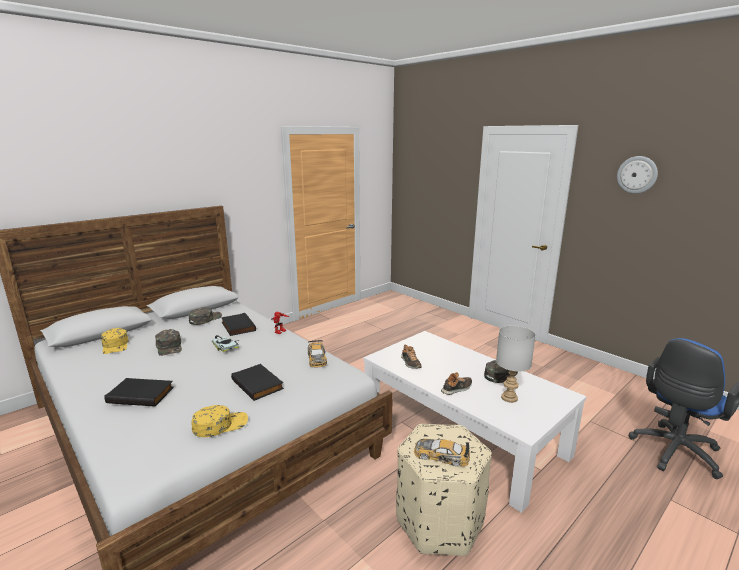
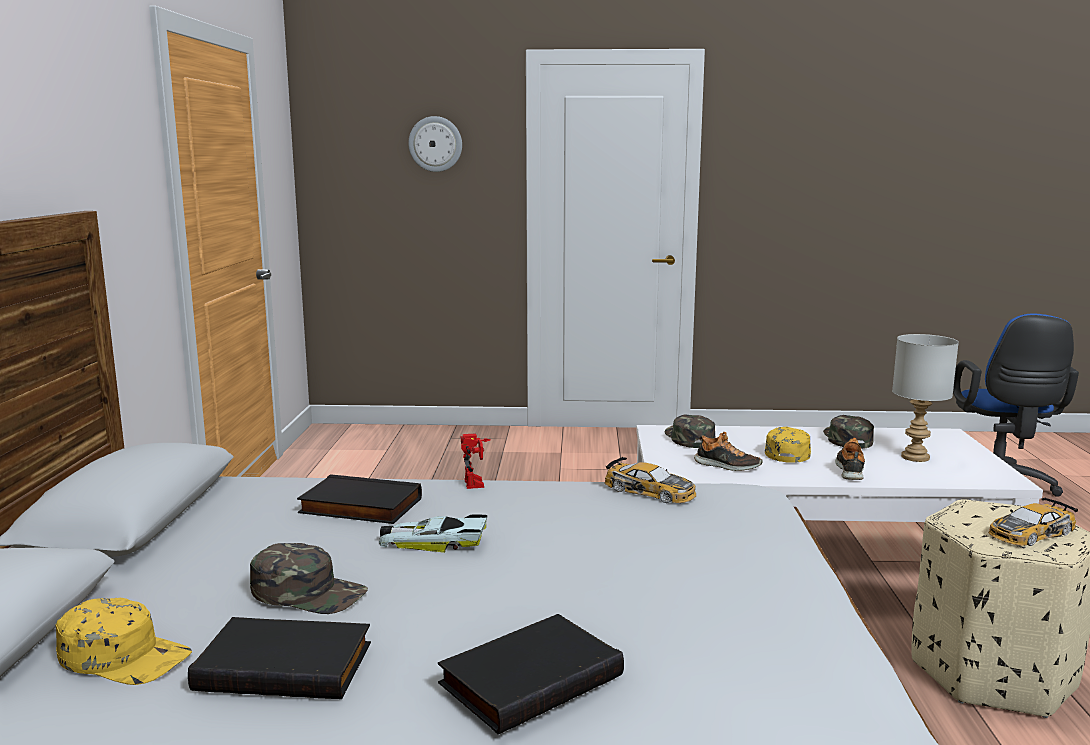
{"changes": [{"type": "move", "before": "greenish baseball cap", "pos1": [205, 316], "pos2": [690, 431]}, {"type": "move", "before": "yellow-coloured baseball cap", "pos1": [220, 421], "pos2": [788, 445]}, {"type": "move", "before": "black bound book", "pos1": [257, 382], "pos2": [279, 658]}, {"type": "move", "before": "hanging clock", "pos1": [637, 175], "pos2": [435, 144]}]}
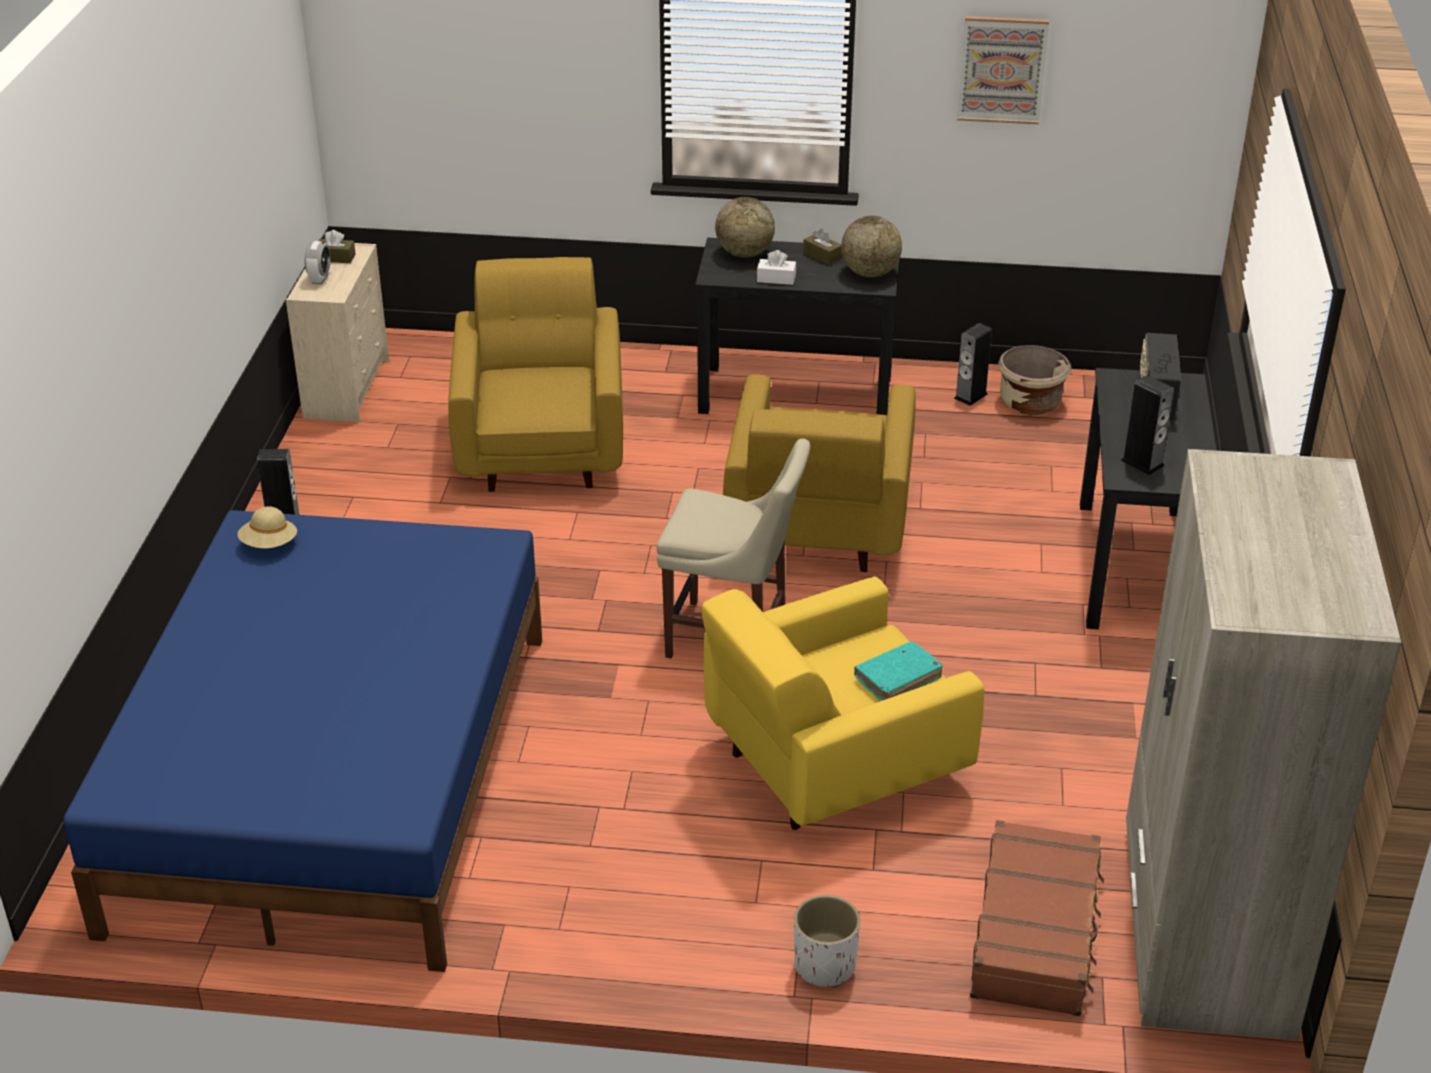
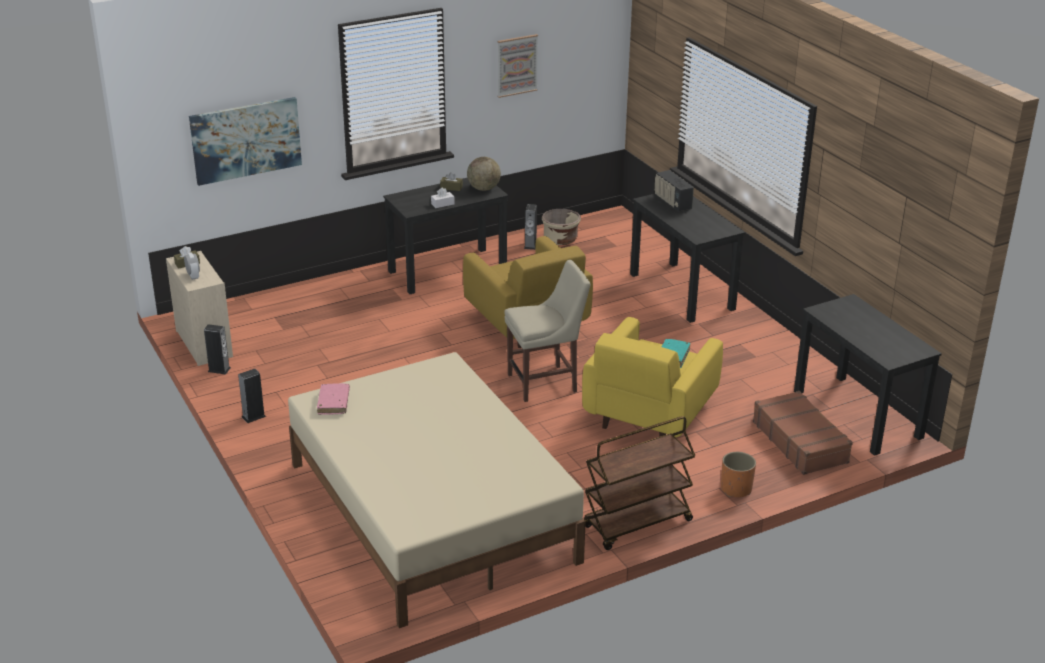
{"changes": [{"type": "delete", "before": "yellow-coloured lounge chair", "pos1": [535, 374]}, {"type": "delete", "before": "world globe", "pos1": [745, 227]}, {"type": "insert", "after": "wall picture", "pos2": [245, 141]}, {"type": "insert", "after": "brownish trolley", "pos2": [639, 483]}, {"type": "move", "before": "audio speaker", "pos1": [1147, 425], "pos2": [217, 349]}, {"type": "replace", "before": "beige clothing hat", "after": "pinkish bound book", "pos1": [267, 527], "pos2": [333, 399]}, {"type": "replace", "before": "beige wardrobe", "after": "black desk unit", "pos1": [1264, 744], "pos2": [868, 375]}, {"type": "recolor", "before": "bluish sleeping bed", "after": "beige sleeping bed", "pos1": [302, 741], "pos2": [437, 490]}, {"type": "recolor", "before": "white-coloured flower pot", "after": "orange-coloured flower pot", "pos1": [827, 941], "pos2": [738, 474]}]}
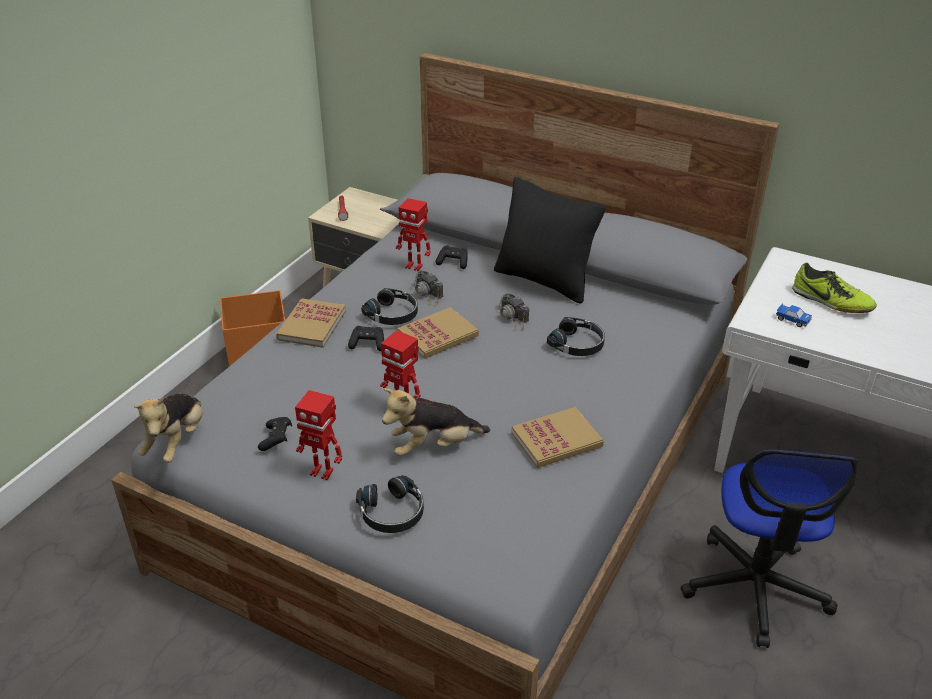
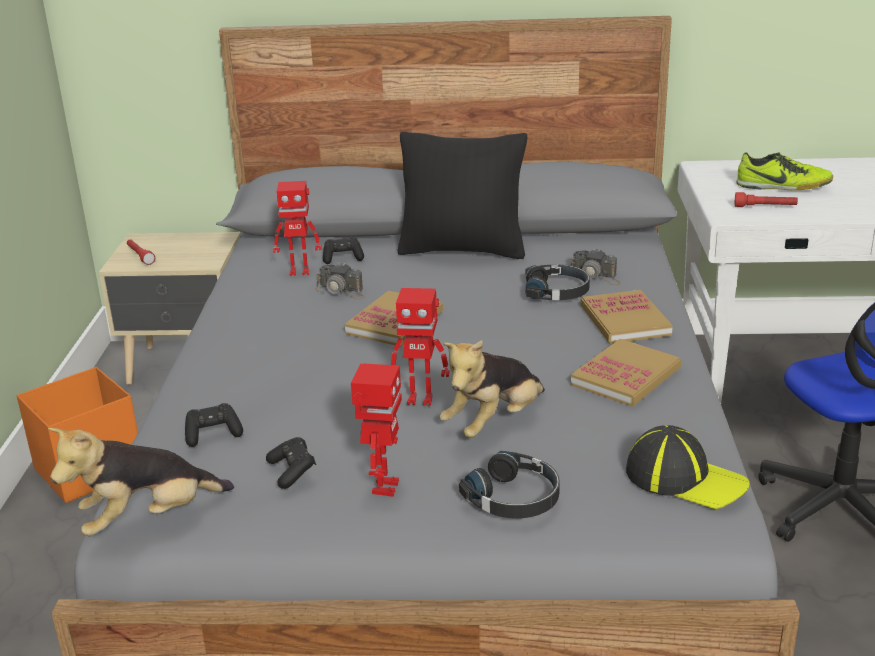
{"changes": [{"type": "delete", "before": "black pair of headphones", "pos1": [389, 306]}, {"type": "insert", "after": "baseball cap", "pos2": [688, 467]}, {"type": "move", "before": "bound book", "pos1": [311, 323], "pos2": [627, 317]}, {"type": "move", "before": "black gamepad", "pos1": [366, 338], "pos2": [214, 425]}, {"type": "move", "before": "photo camera", "pos1": [512, 312], "pos2": [596, 267]}, {"type": "replace", "before": "model car", "after": "red-coloured flashlight", "pos1": [794, 315], "pos2": [766, 199]}, {"type": "rotate", "before": "soft toy", "pos1": [168, 428], "pos2": [141, 481], "turn": 75}, {"type": "rotate", "before": "toy robot", "pos1": [318, 435], "pos2": [376, 430], "turn": -75}]}
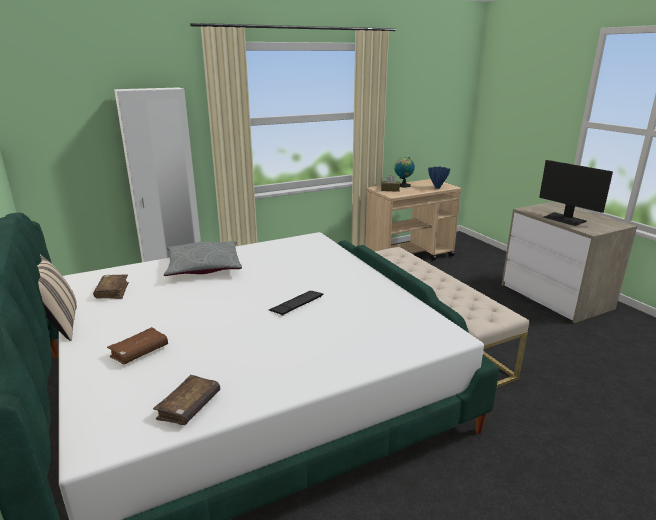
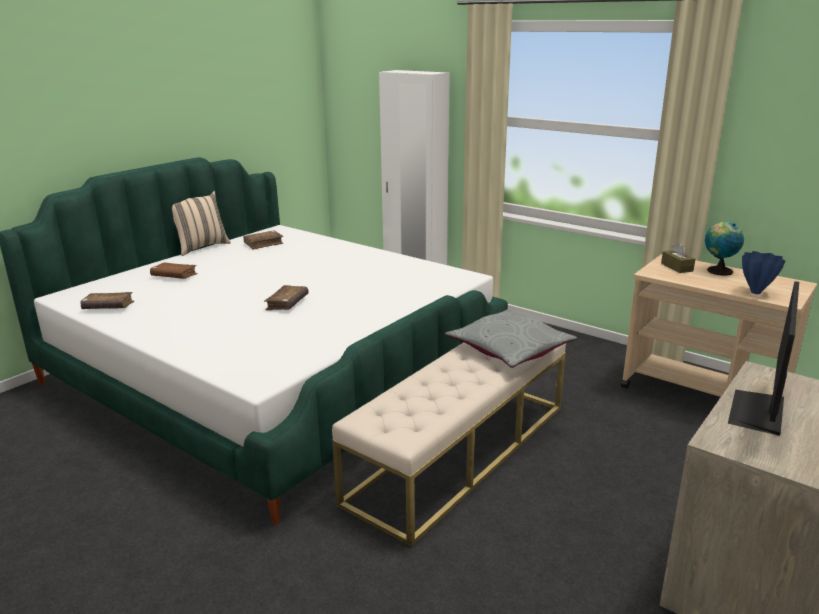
{"changes": [{"type": "move", "before": "grey throw pillow", "pos1": [203, 258], "pos2": [511, 338]}, {"type": "replace", "before": "keyboard", "after": "brownish bound book", "pos1": [296, 303], "pos2": [286, 297]}]}
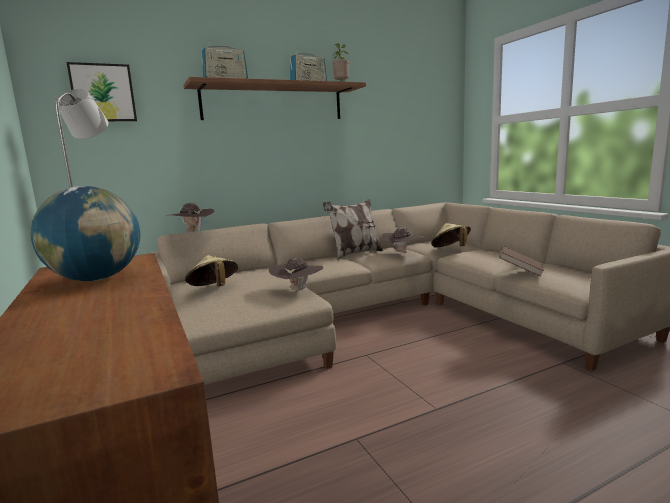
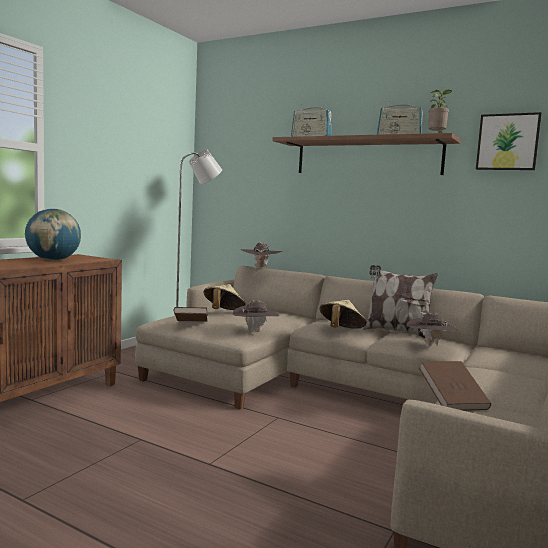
{"changes": [{"type": "insert", "after": "brownish bound book", "pos2": [191, 314]}, {"type": "move", "before": "wall picture", "pos1": [102, 91], "pos2": [509, 141]}, {"type": "move", "before": "beige clothing hat", "pos1": [451, 235], "pos2": [343, 314]}]}
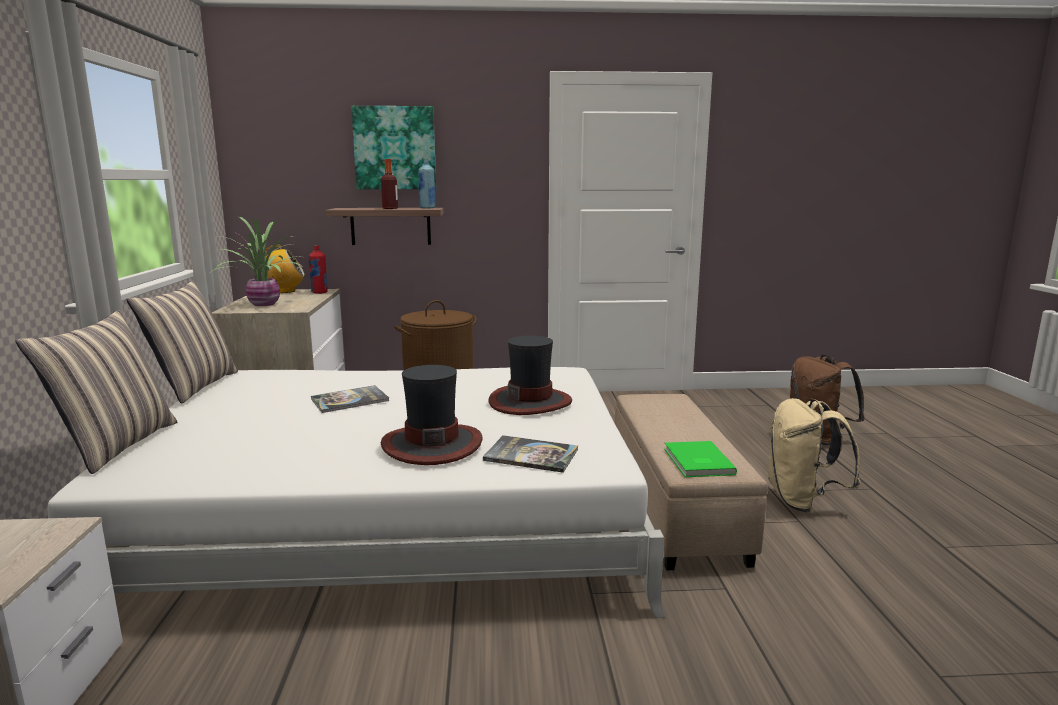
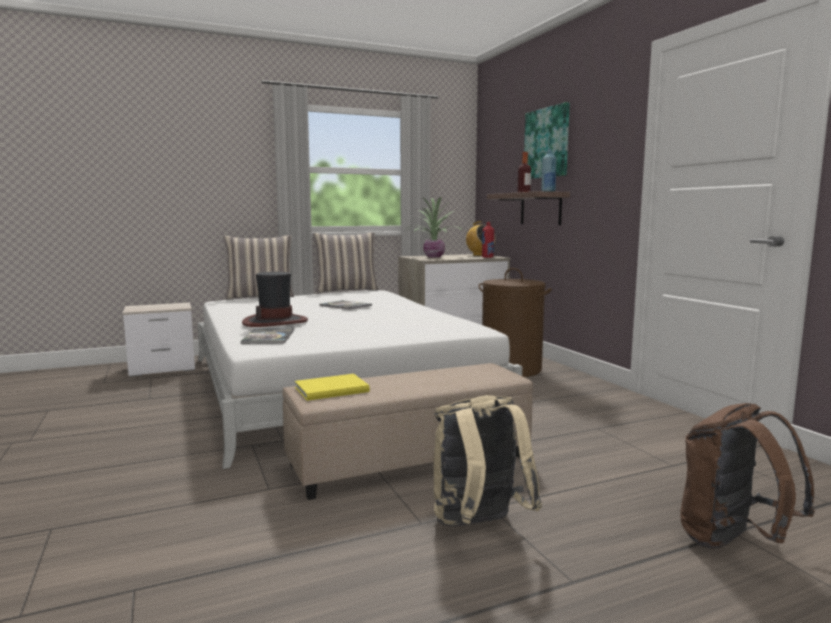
{"changes": [{"type": "delete", "before": "clothing hat", "pos1": [530, 375]}, {"type": "recolor", "before": "greenish bound book", "after": "yellow-coloured bound book", "pos1": [700, 459], "pos2": [332, 387]}]}
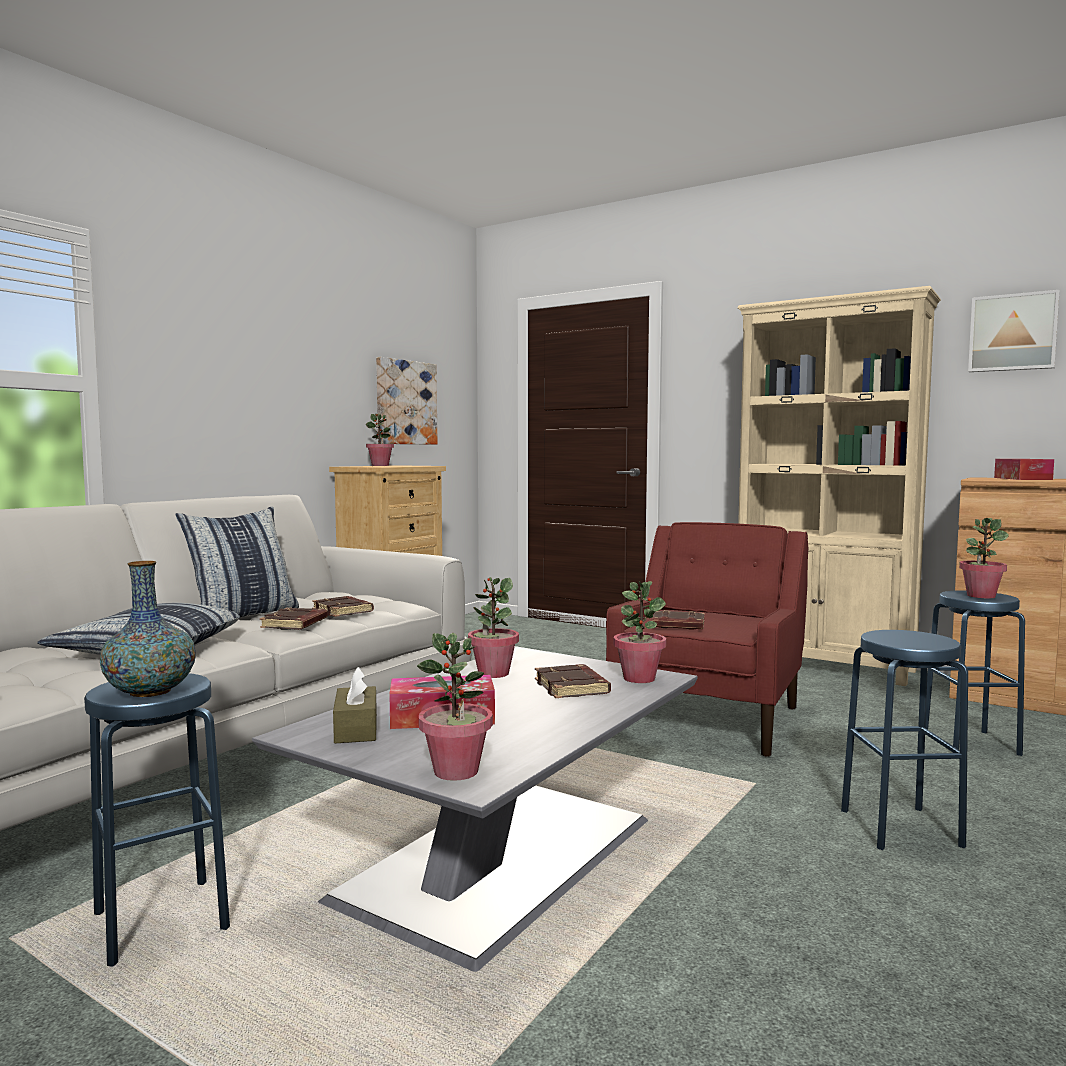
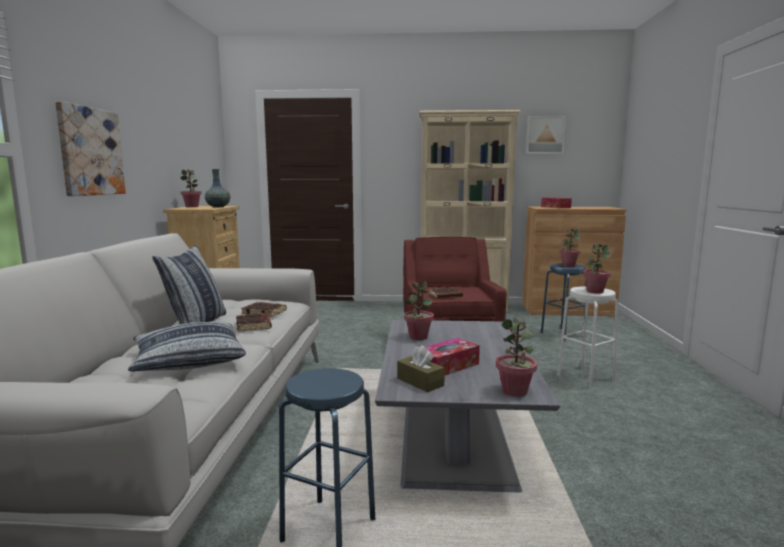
{"changes": [{"type": "delete", "before": "brownish bound book", "pos1": [573, 681]}, {"type": "move", "before": "decorative vase", "pos1": [148, 629], "pos2": [217, 188]}, {"type": "move", "before": "wall picture", "pos1": [406, 401], "pos2": [90, 148]}, {"type": "move", "before": "potted plant", "pos1": [640, 632], "pos2": [597, 269]}, {"type": "recolor", "before": "bluish stool seat", "after": "white-coloured stool seat", "pos1": [904, 740], "pos2": [588, 337]}]}
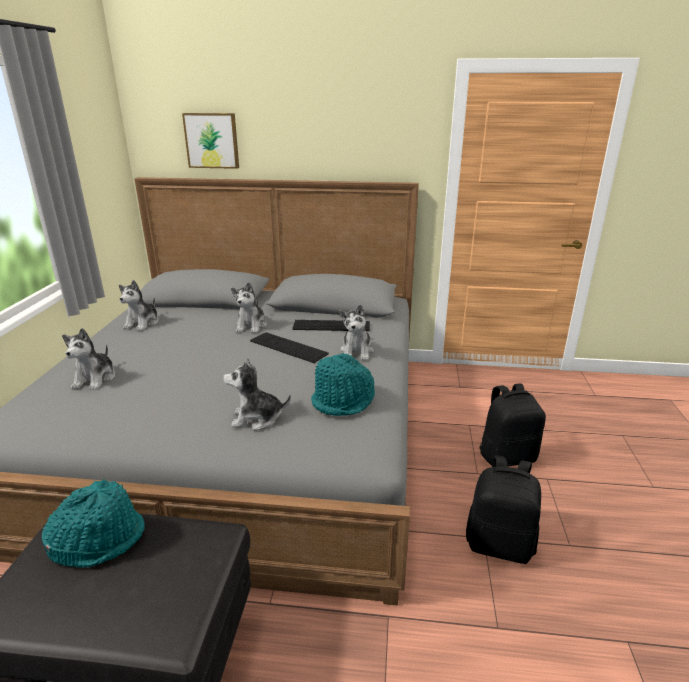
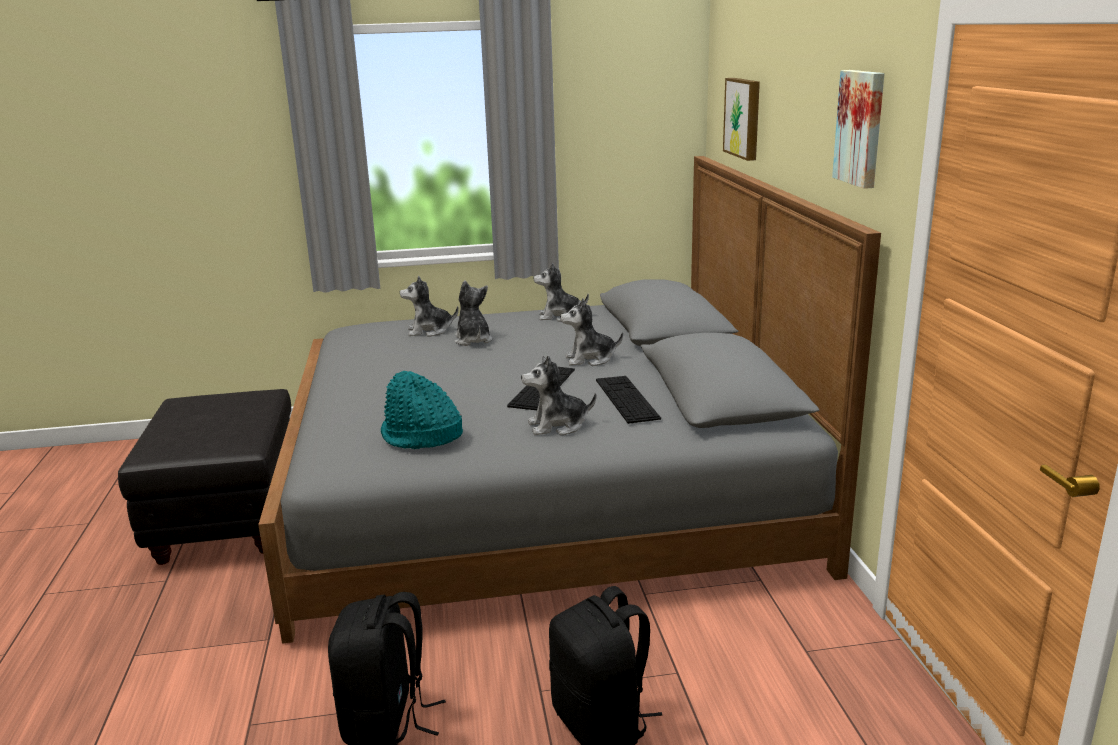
{"changes": [{"type": "delete", "before": "blue-green clothing hat", "pos1": [93, 524]}, {"type": "insert", "after": "wall picture", "pos2": [858, 129]}, {"type": "move", "before": "soft toy", "pos1": [257, 394], "pos2": [474, 313]}]}
